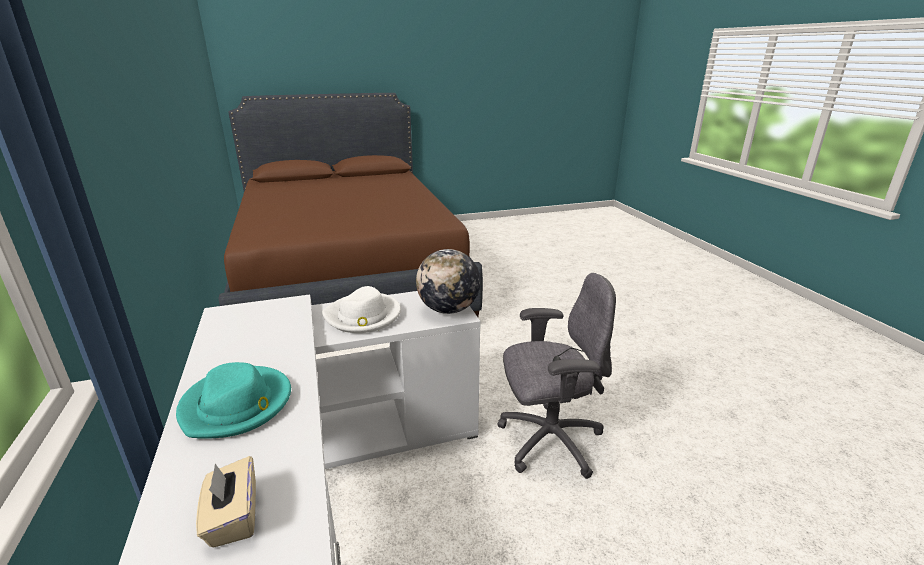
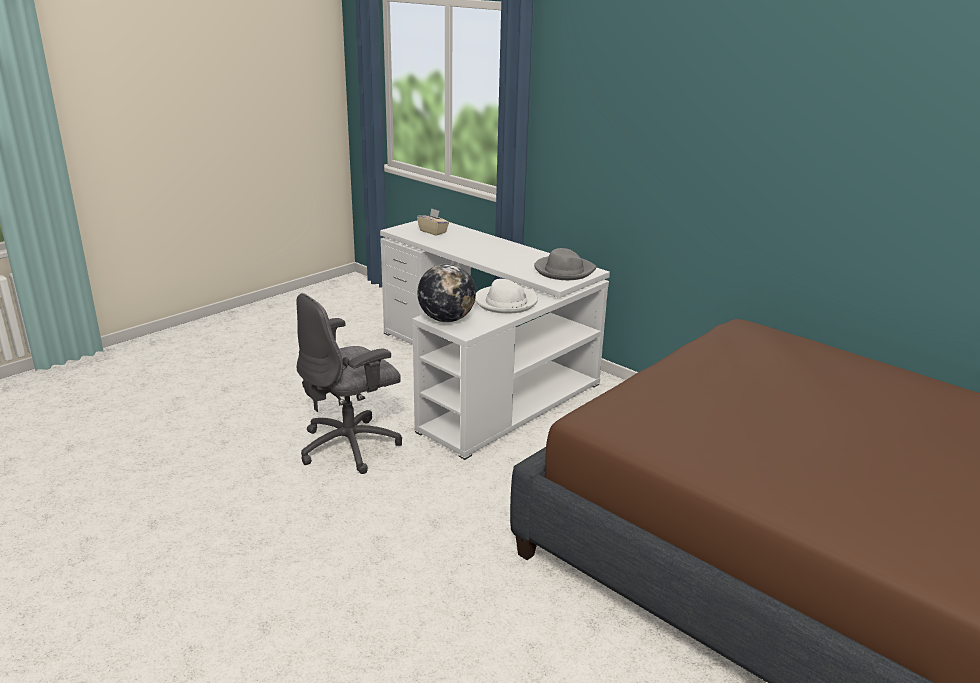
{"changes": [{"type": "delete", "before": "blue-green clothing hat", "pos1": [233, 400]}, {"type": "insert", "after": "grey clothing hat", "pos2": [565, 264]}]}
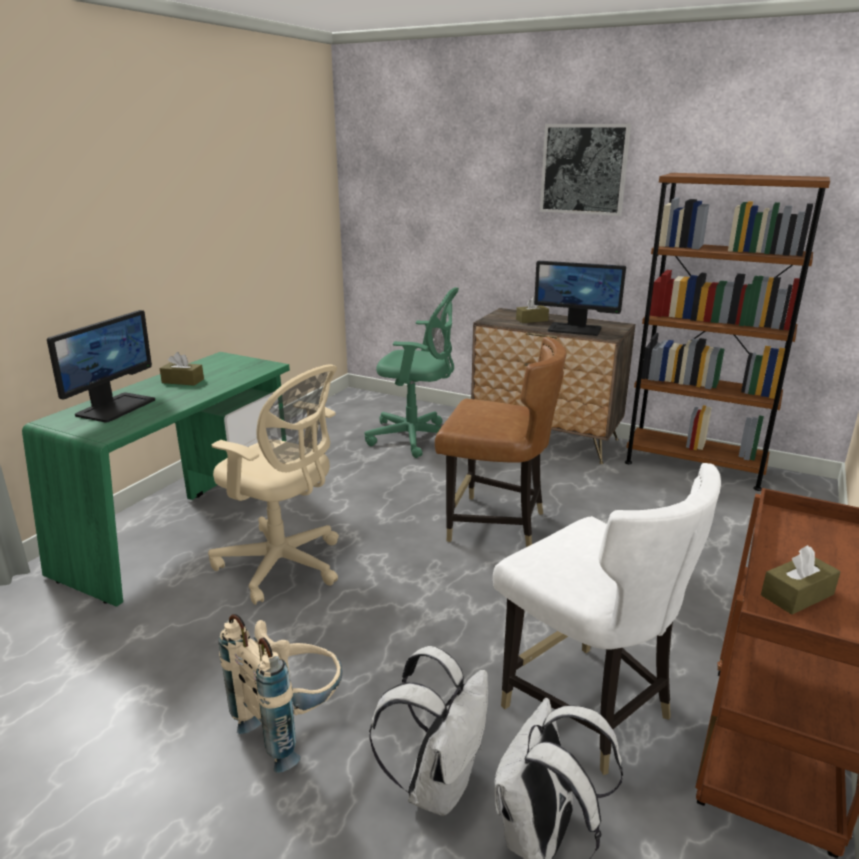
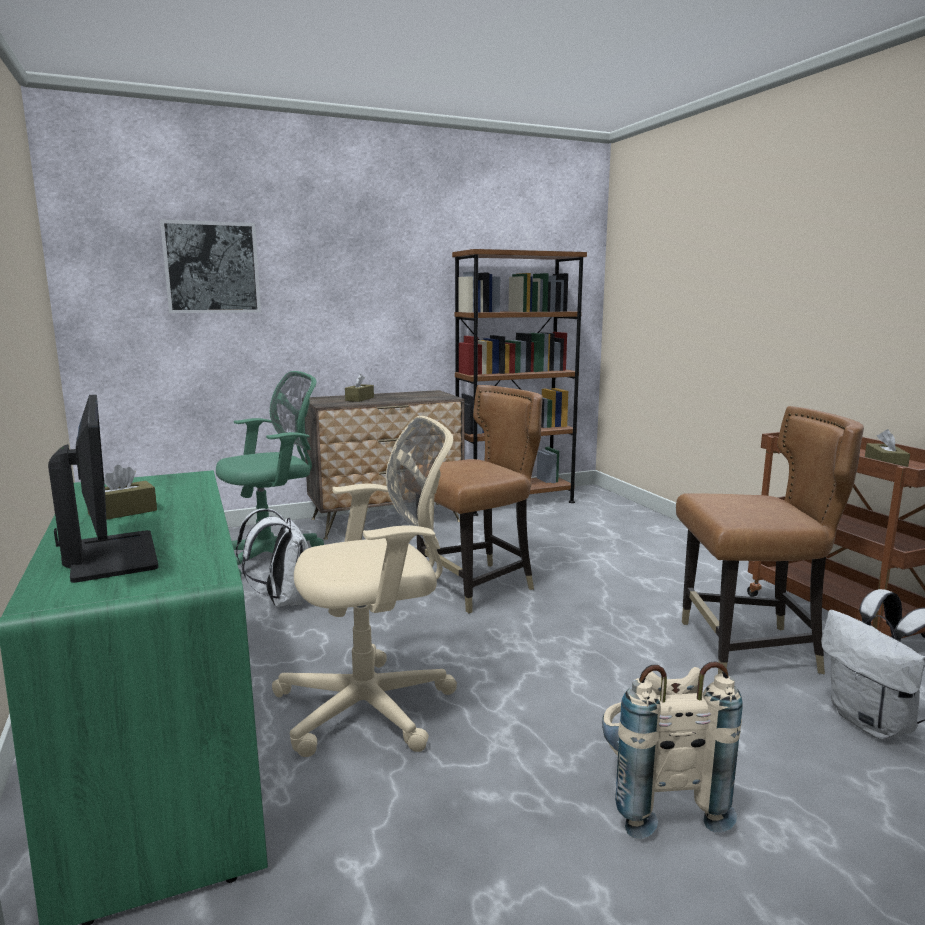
{"changes": [{"type": "delete", "before": "computer display", "pos1": [580, 298]}, {"type": "move", "before": "white-coloured rucksack", "pos1": [428, 731], "pos2": [272, 557]}, {"type": "move", "before": "wall picture", "pos1": [585, 170], "pos2": [210, 266]}, {"type": "recolor", "before": "white-coloured plain chair", "after": "brownish plain chair", "pos1": [607, 619], "pos2": [770, 540]}]}
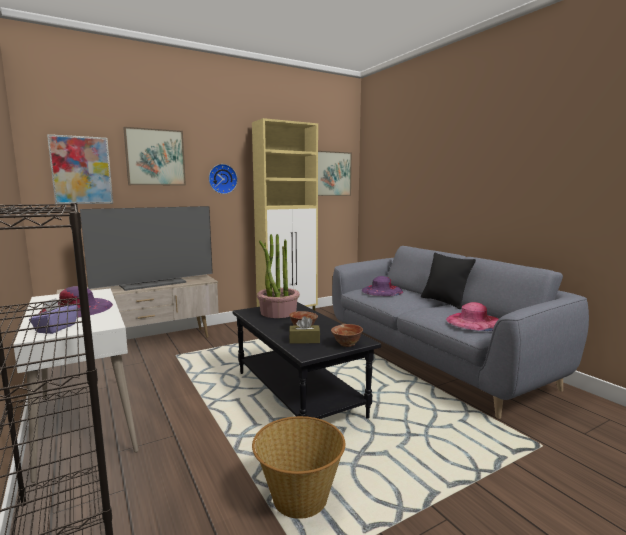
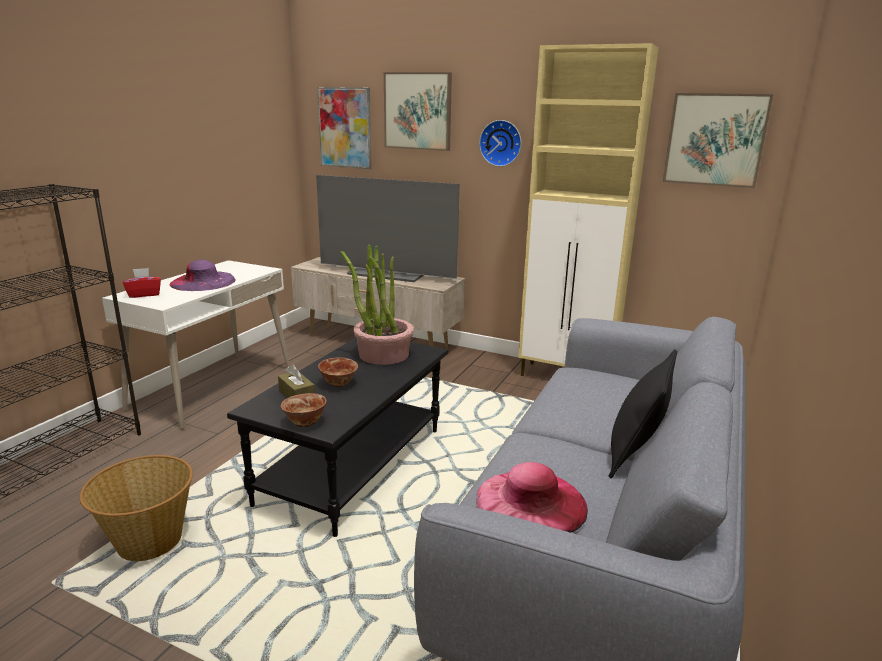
{"changes": [{"type": "delete", "before": "purple-coloured clothing hat", "pos1": [382, 286]}, {"type": "recolor", "before": "purple-coloured box of tissues", "after": "red-coloured box of tissues", "pos1": [53, 316], "pos2": [142, 283]}]}
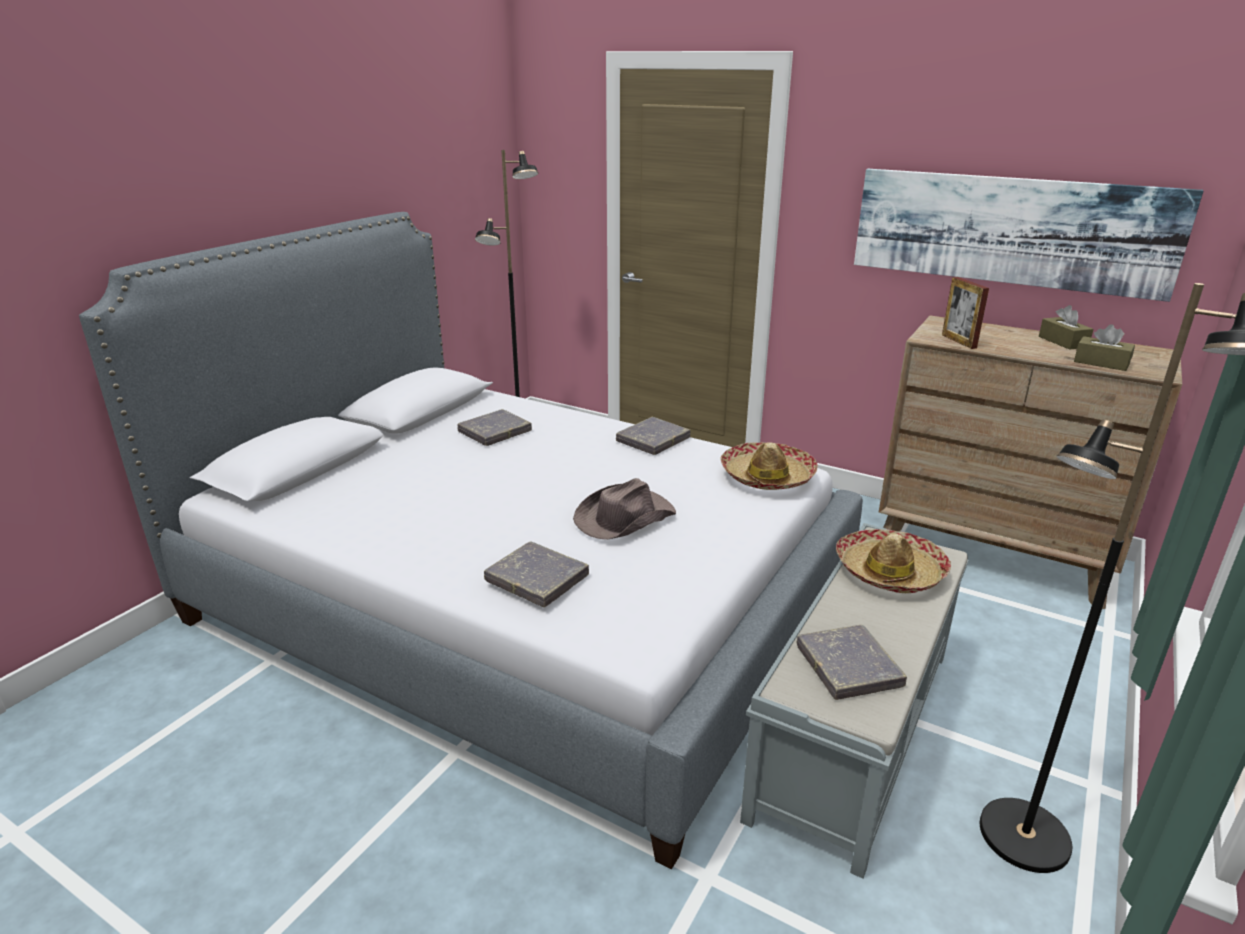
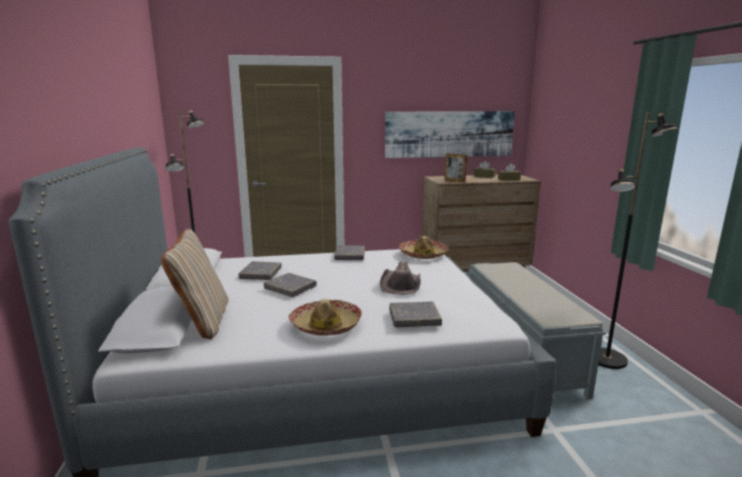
{"changes": [{"type": "insert", "after": "beige throw pillow", "pos2": [195, 284]}, {"type": "move", "before": "grey bound book", "pos1": [852, 662], "pos2": [290, 285]}, {"type": "move", "before": "clothing hat", "pos1": [893, 561], "pos2": [325, 317]}]}
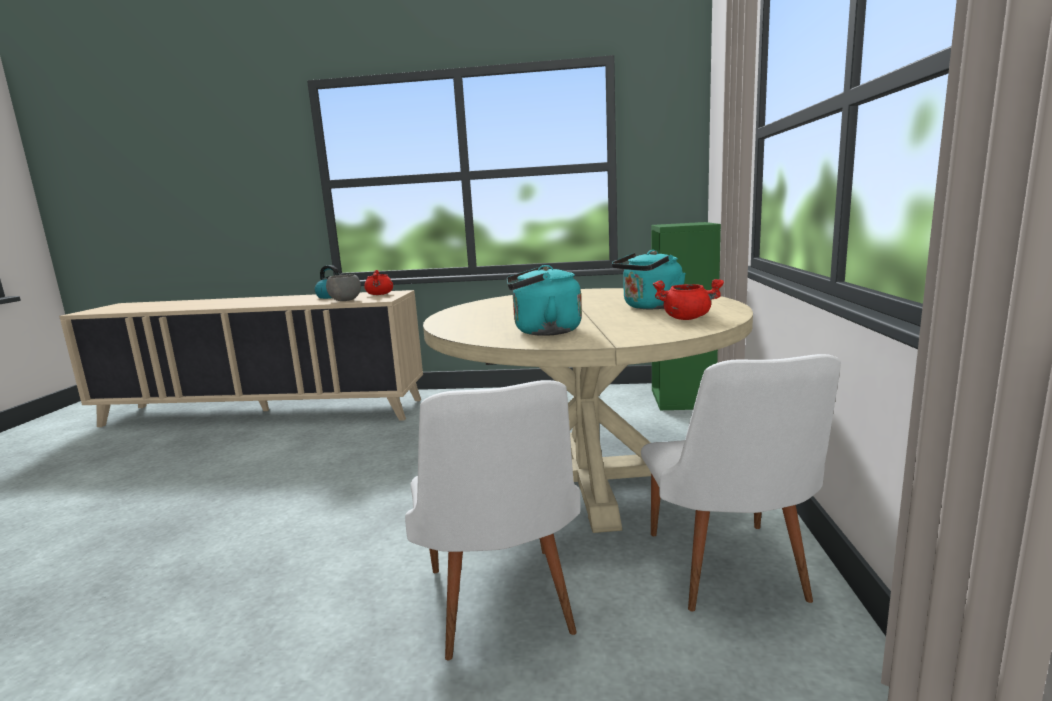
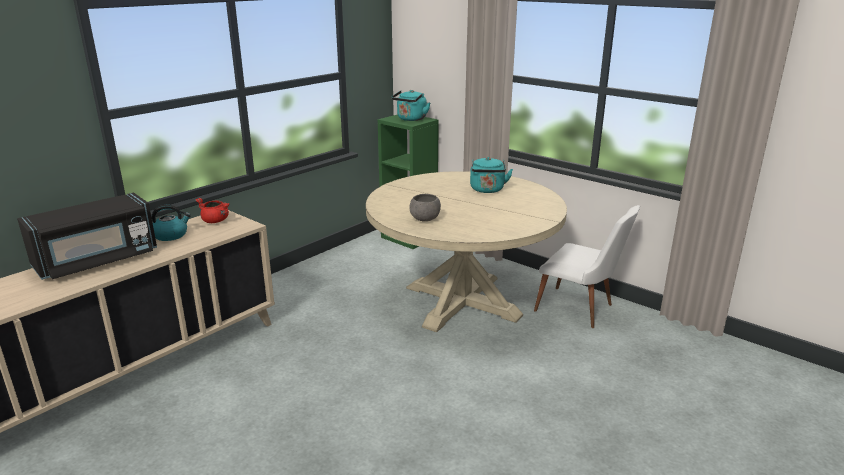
{"changes": [{"type": "delete", "before": "white-coloured plain chair", "pos1": [492, 520]}, {"type": "delete", "before": "red-coloured stockpot", "pos1": [688, 299]}, {"type": "insert", "after": "black microwave", "pos2": [87, 236]}, {"type": "move", "before": "grey bowl", "pos1": [343, 287], "pos2": [425, 208]}, {"type": "move", "before": "blue-green tea kettle", "pos1": [544, 300], "pos2": [411, 105]}]}
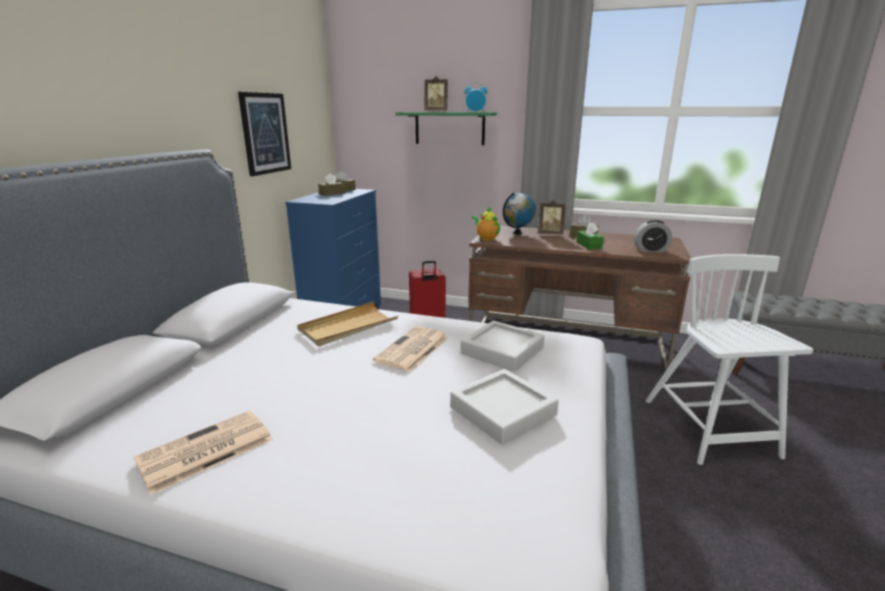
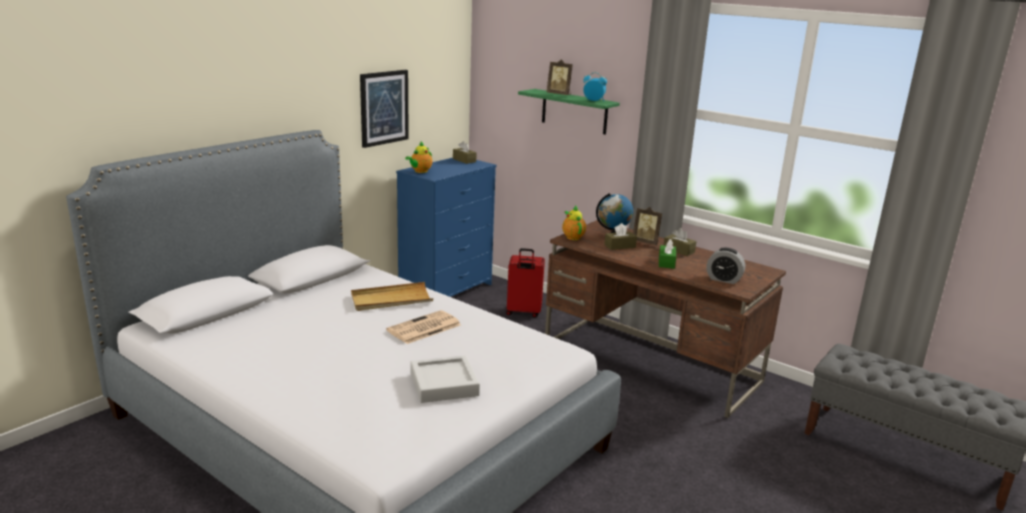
{"changes": [{"type": "delete", "before": "printed paper", "pos1": [203, 453]}, {"type": "delete", "before": "grey carrying tray", "pos1": [502, 346]}, {"type": "delete", "before": "white-coloured plain chair", "pos1": [729, 359]}, {"type": "insert", "after": "teapot", "pos2": [418, 157]}, {"type": "move", "before": "brownish box of tissues", "pos1": [332, 184], "pos2": [620, 236]}]}
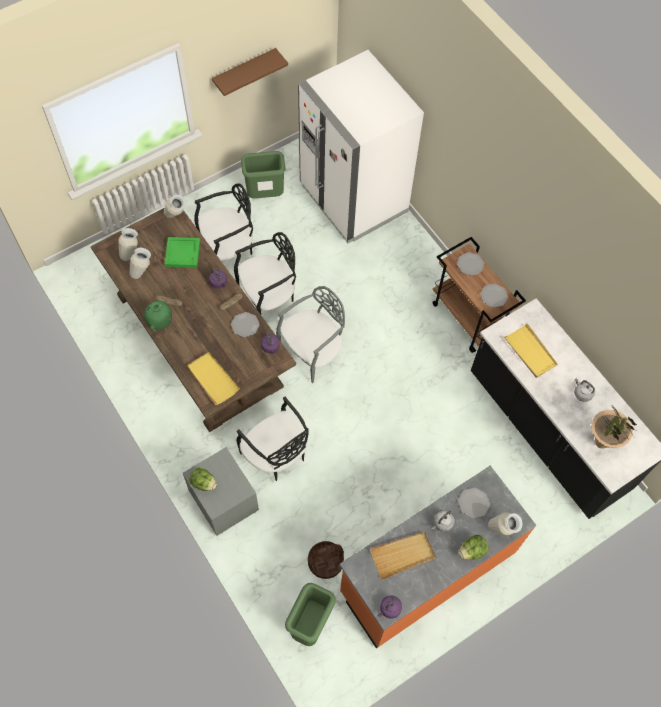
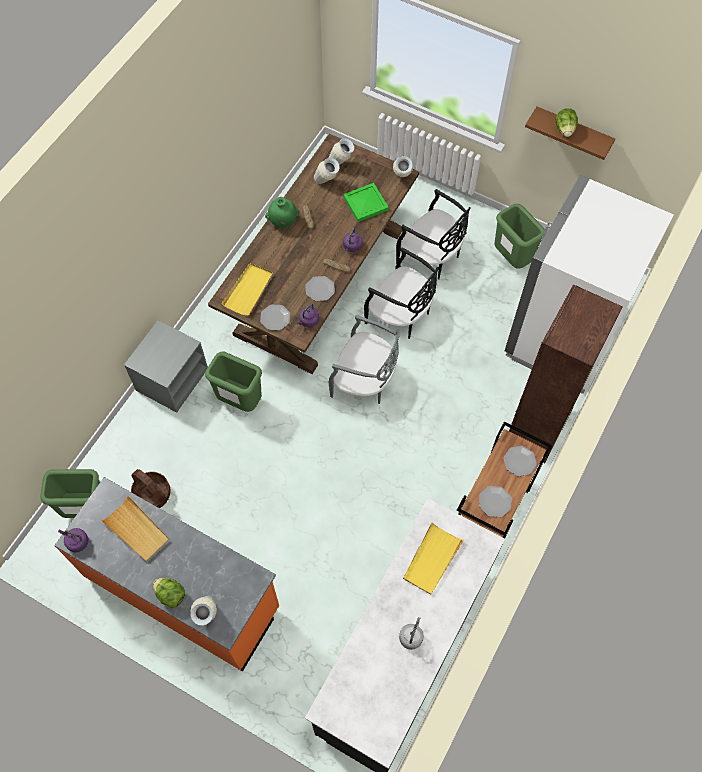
{"changes": [{"type": "delete", "before": "grey tea kettle", "pos1": [443, 521]}, {"type": "delete", "before": "potted plant", "pos1": [614, 427]}, {"type": "insert", "after": "brownish shelving unit", "pos2": [566, 373]}, {"type": "move", "before": "lettuce", "pos1": [203, 479], "pos2": [567, 122]}, {"type": "move", "before": "flat dish", "pos1": [474, 503], "pos2": [275, 317]}, {"type": "replace", "before": "black plain chair", "after": "greenish waste bin", "pos1": [273, 439], "pos2": [233, 381]}]}
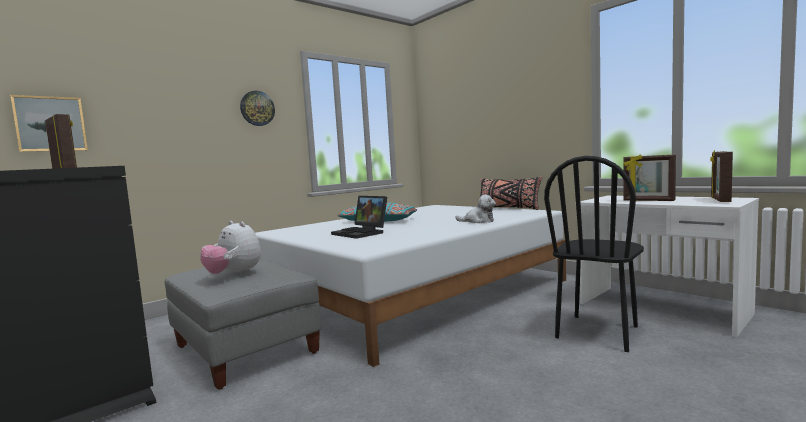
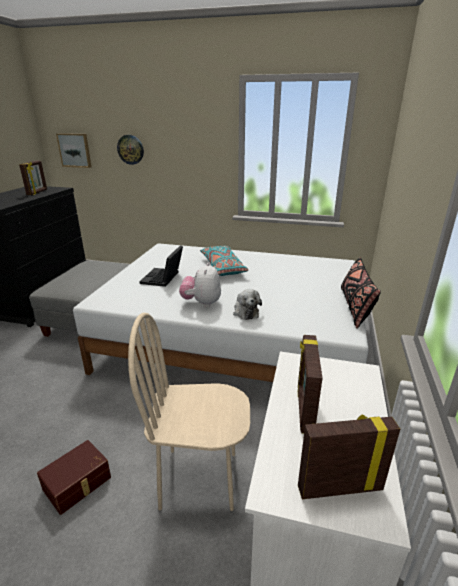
{"changes": [{"type": "insert", "after": "brownish storage bin", "pos2": [74, 477]}, {"type": "move", "before": "soft toy", "pos1": [230, 248], "pos2": [200, 284]}, {"type": "move", "before": "hanging clock", "pos1": [257, 108], "pos2": [130, 150]}, {"type": "recolor", "before": "black plain chair", "after": "beige plain chair", "pos1": [594, 254], "pos2": [189, 412]}]}
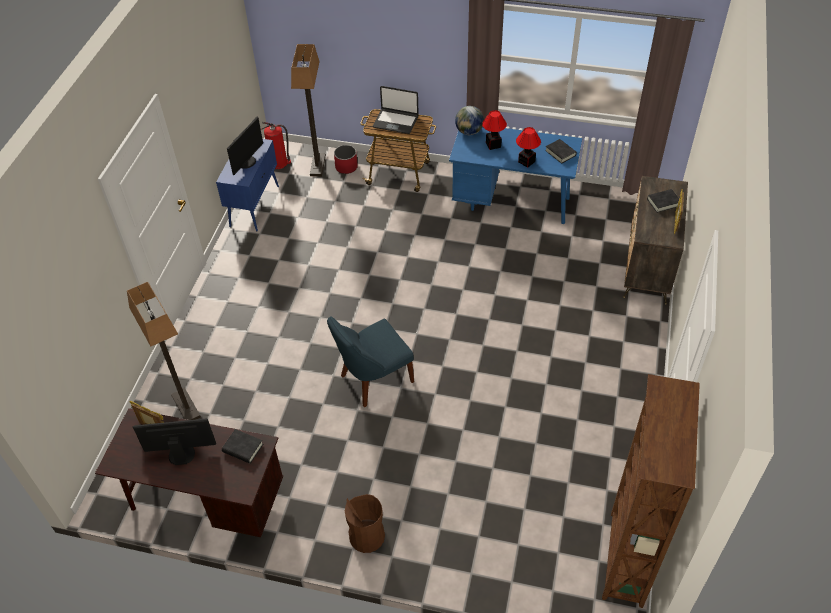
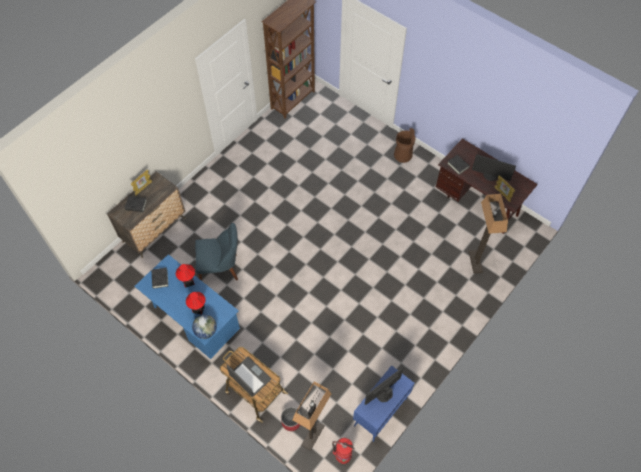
{"changes": [{"type": "move", "before": "bluish plain chair", "pos1": [370, 362], "pos2": [216, 252]}]}
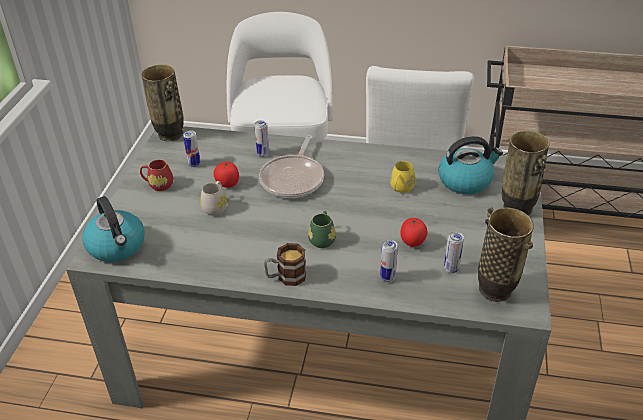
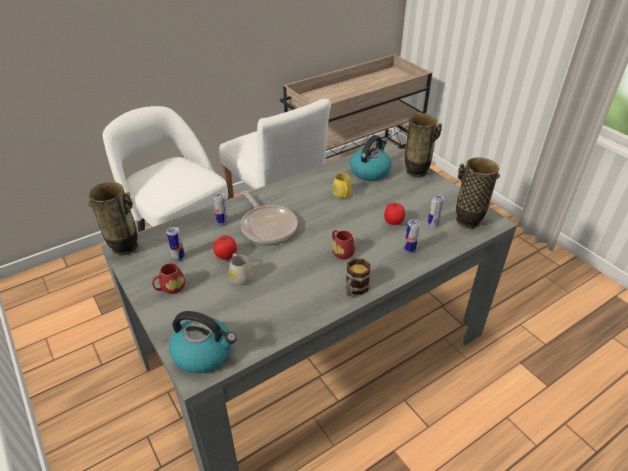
{"changes": [{"type": "recolor", "before": "greenish mug", "after": "red-coloured mug", "pos1": [322, 229], "pos2": [343, 244]}]}
